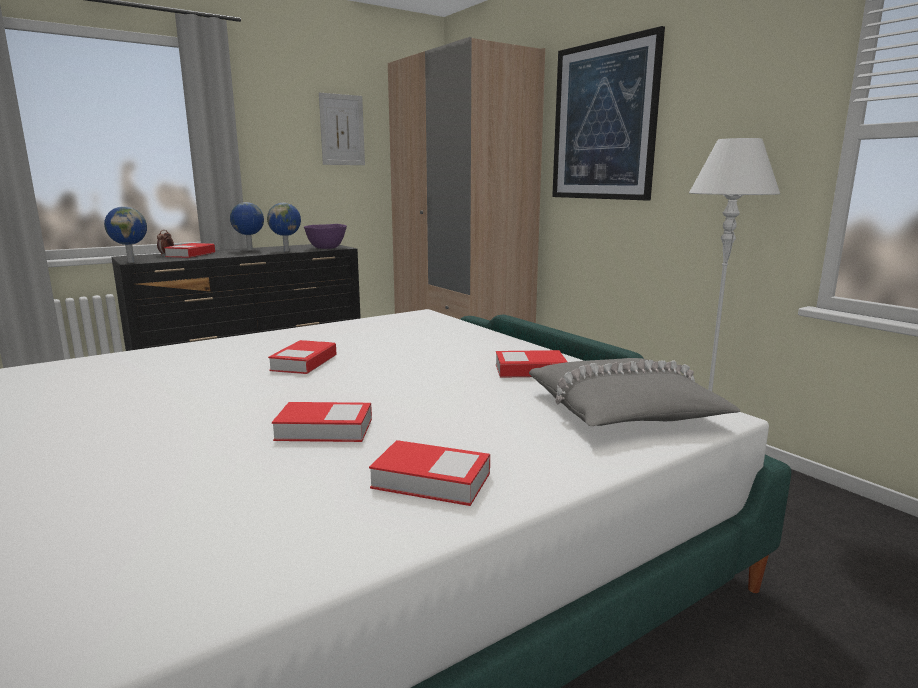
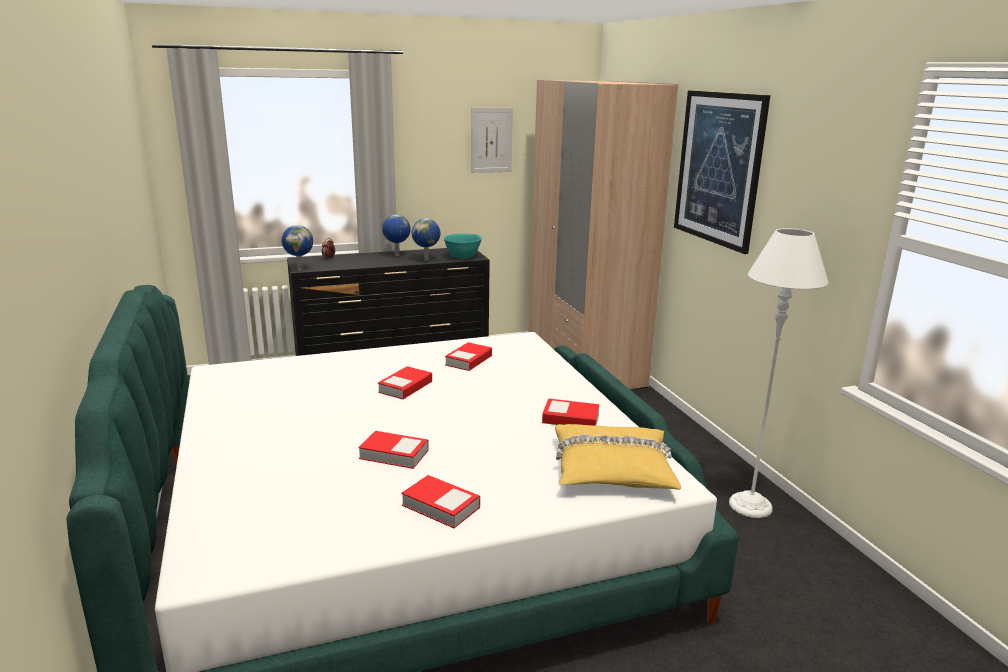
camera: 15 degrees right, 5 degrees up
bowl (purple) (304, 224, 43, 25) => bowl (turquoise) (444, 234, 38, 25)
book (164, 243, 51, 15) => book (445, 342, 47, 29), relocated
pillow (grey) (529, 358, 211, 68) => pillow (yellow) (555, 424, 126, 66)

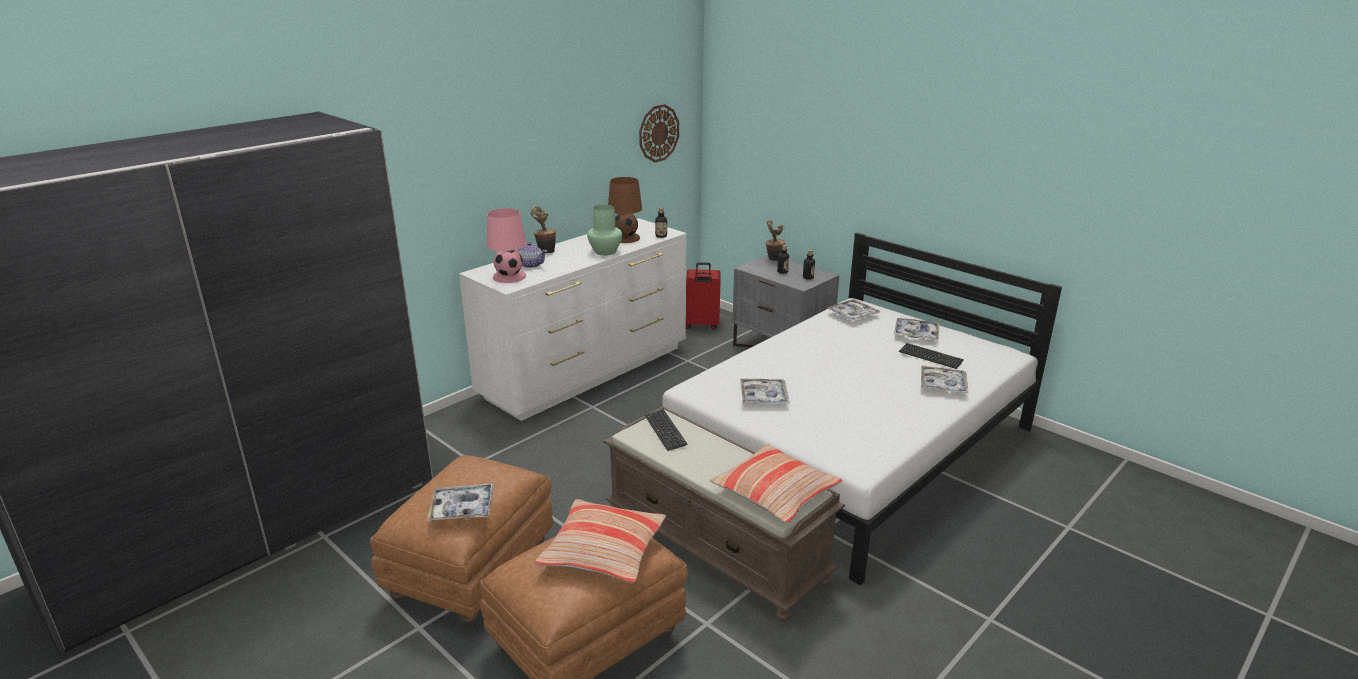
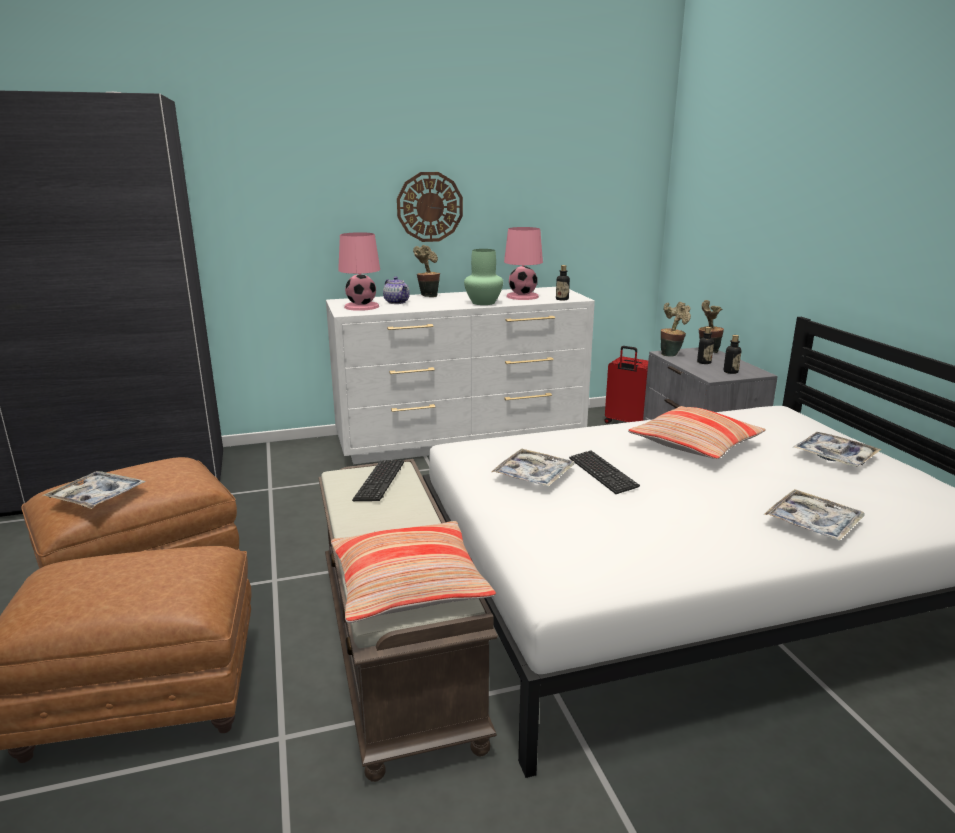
camera: 30 degrees right, 5 degrees down
wall clock (639, 104, 40, 58) => wall clock (397, 172, 66, 70), relocated
table lamp (brown) (608, 177, 34, 66) => table lamp (pink) (504, 227, 39, 73)
tray (826, 299, 54, 22) => nothing
keyboard (899, 343, 65, 26) => keyboard (569, 450, 71, 44), relocated
pillow (535, 499, 131, 84) => pillow (628, 406, 138, 53), relocated
nothing => potted plant (661, 302, 30, 55)

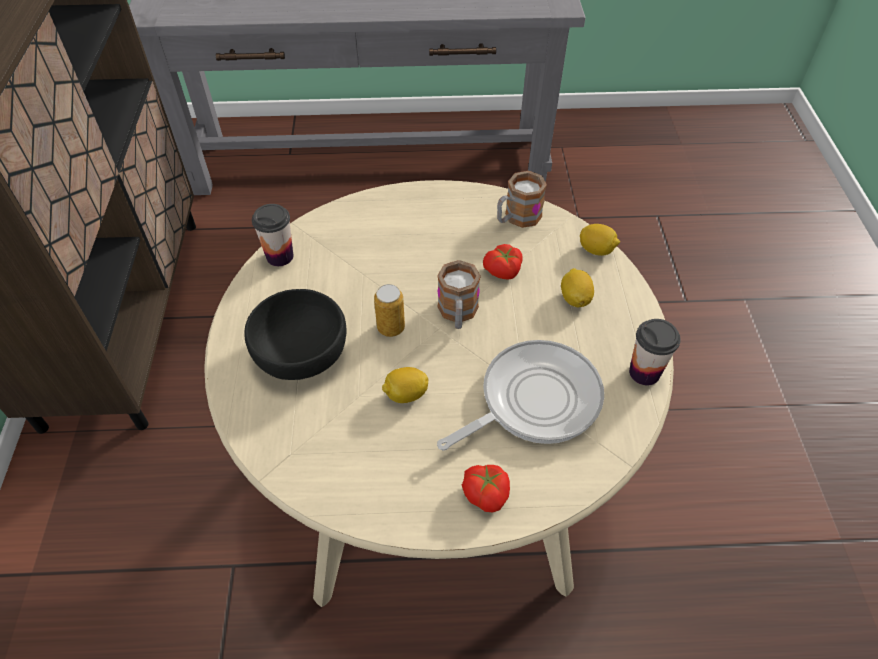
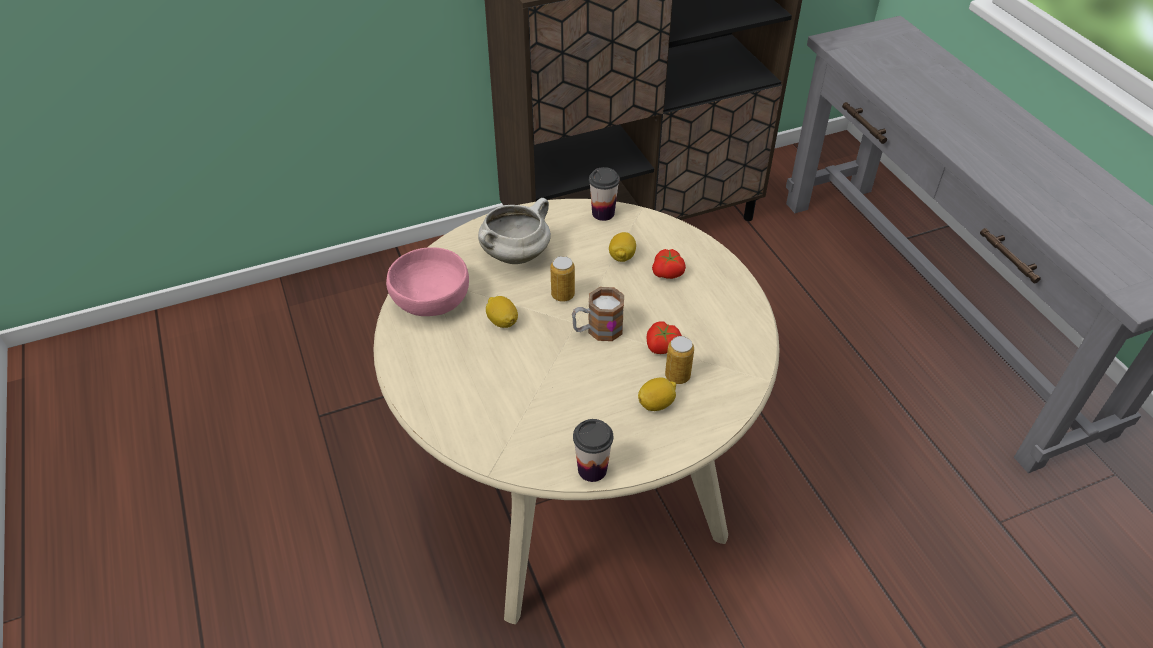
camera: 70 degrees right, 5 degrees down
mug (497, 171, 50, 57) => nothing
lemon (580, 224, 40, 32) => lemon (609, 232, 27, 30), relocated
bowl (black) (244, 289, 103, 91) => cooking pot (white) (478, 198, 73, 66)
frying pan (437, 340, 167, 111) => nothing
tomato (462, 465, 48, 48) => tomato (652, 249, 34, 30), relocated
nothing => bowl (pink) (386, 247, 83, 69)
nothing => can (665, 336, 29, 48)

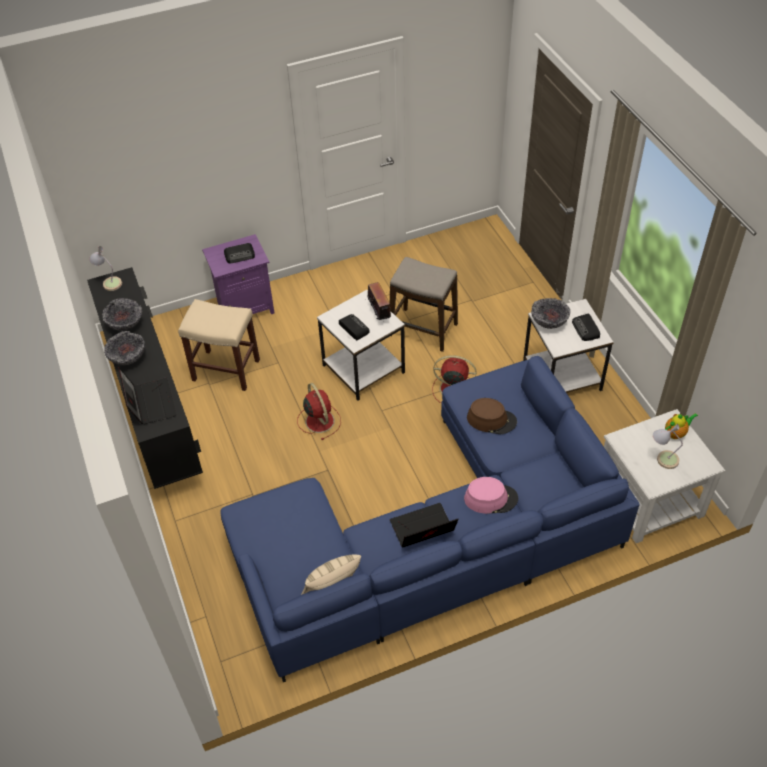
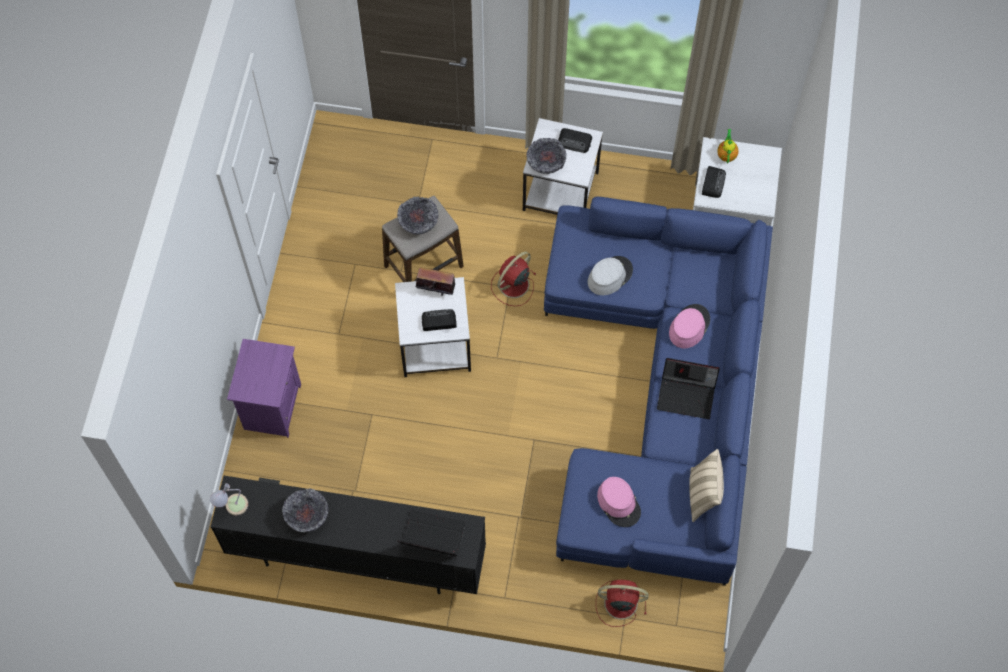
camera: 60 degrees left, 15 degrees up
radio (224, 243, 31, 21) => radio (702, 166, 24, 32), relocated
stool (beige) (178, 299, 82, 92) => nothing
bowl (104, 331, 42, 35) => bowl (397, 197, 41, 37), relocated
fan (red) (297, 383, 44, 57) => fan (red) (596, 579, 52, 48), relocated
hat (brown) (467, 398, 50, 36) => hat (grey) (588, 256, 45, 39)
table lamp (653, 424, 30, 45) => nothing
laptop (390, 503, 68, 45) => laptop (657, 358, 63, 61), 90 degrees counterclockwise
nothing => hat (pink) (597, 477, 44, 50)

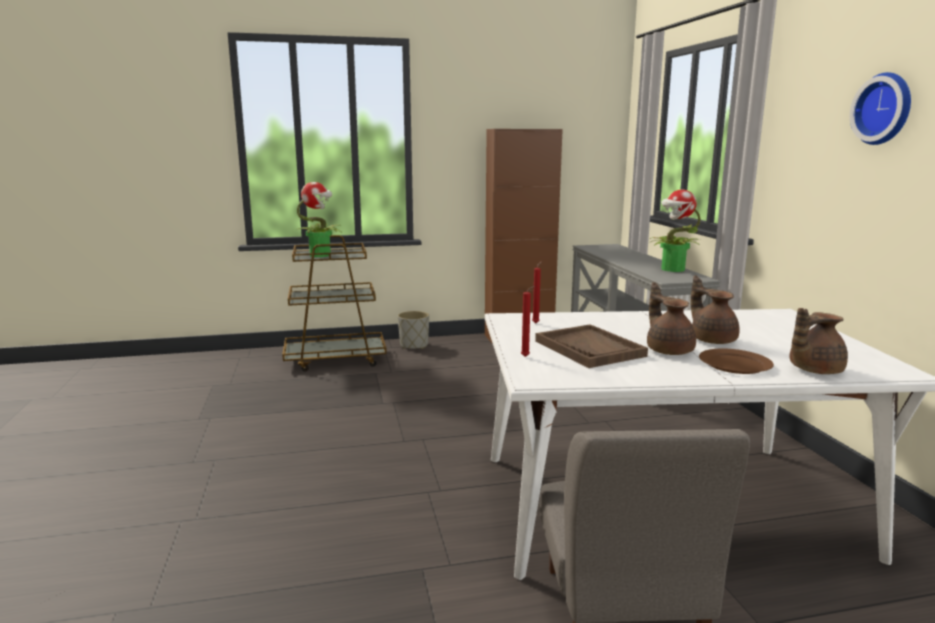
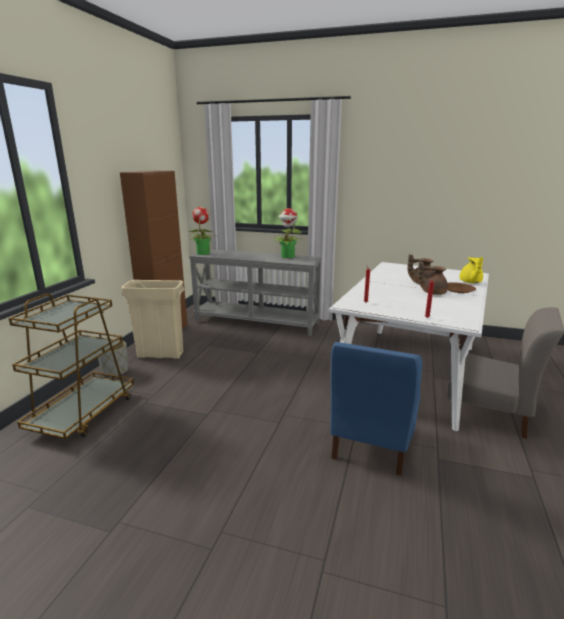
camera: 60 degrees left, 5 degrees up
wall clock (850, 72, 61, 73) => nothing
potted plant (296, 182, 45, 75) => potted plant (188, 207, 29, 48), relocated
teapot (brown) (789, 308, 59, 66) => teapot (yellow) (459, 257, 24, 26)
tray (brown) (535, 324, 113, 44) => nothing
nothing => trash can (beige) (121, 280, 64, 78)
nothing => chair (blue) (330, 342, 92, 134)

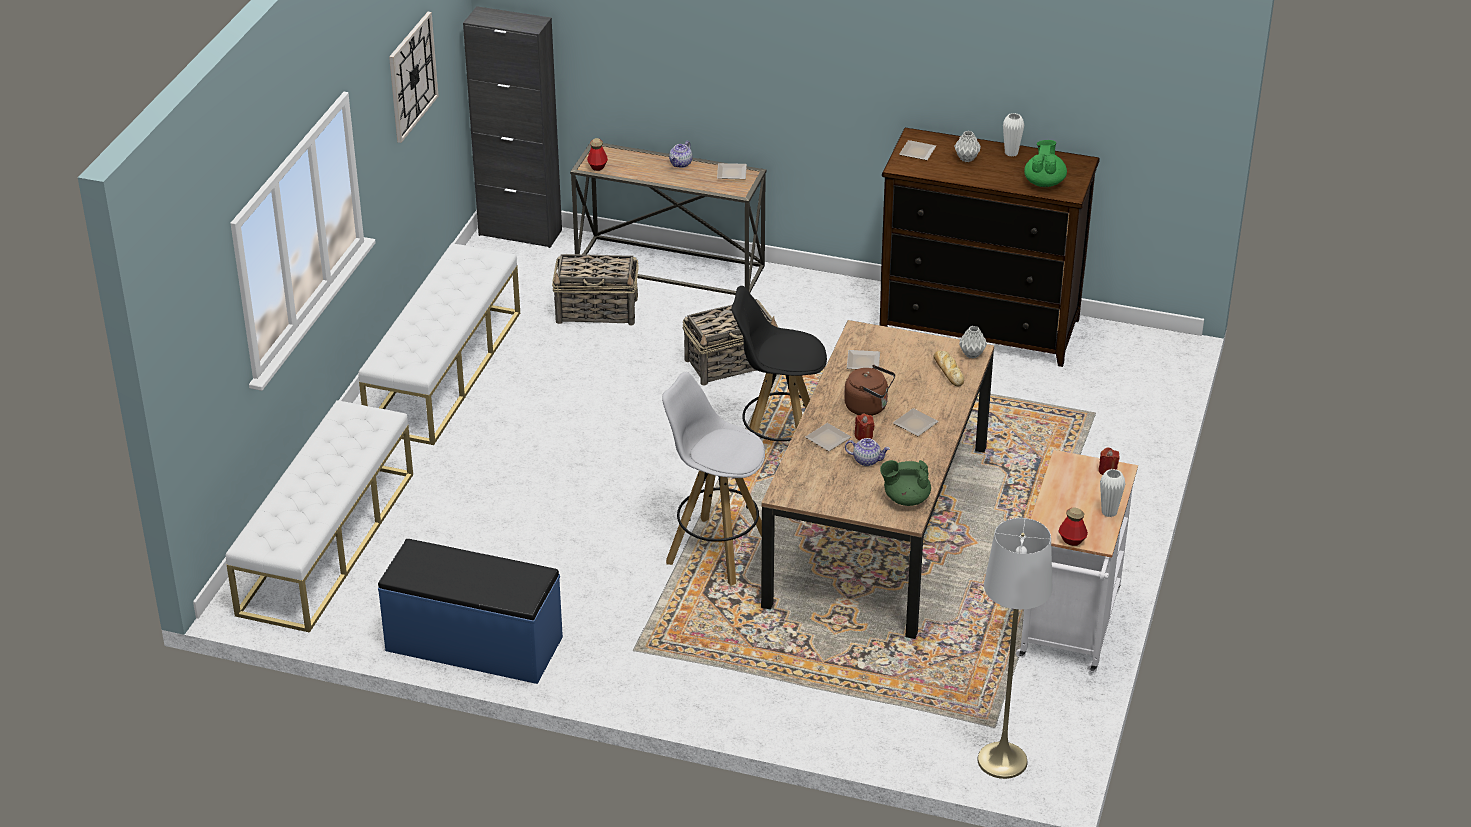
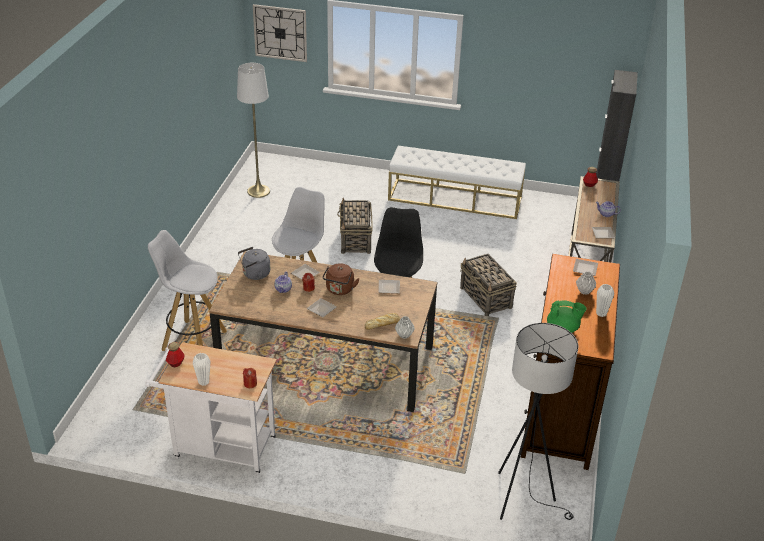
camera: 85 degrees right, 0 degrees up
wall clock (389, 12, 50, 131) => wall clock (253, 4, 54, 58), relocated
basket (552, 254, 87, 72) => basket (337, 198, 36, 56), relocated
bench (white) (226, 400, 187, 233) => nothing
teapot (green) (880, 460, 51, 46) => nothing
floor lamp (white) (977, 518, 75, 261) => floor lamp (white) (237, 63, 33, 135), relocated
bench (blue) (378, 539, 185, 145) => nothing
nothing => stool (white) (148, 230, 79, 121)
nothing => kettle (grey) (238, 247, 32, 33)
nothing => floor lamp (black) (498, 323, 80, 197)

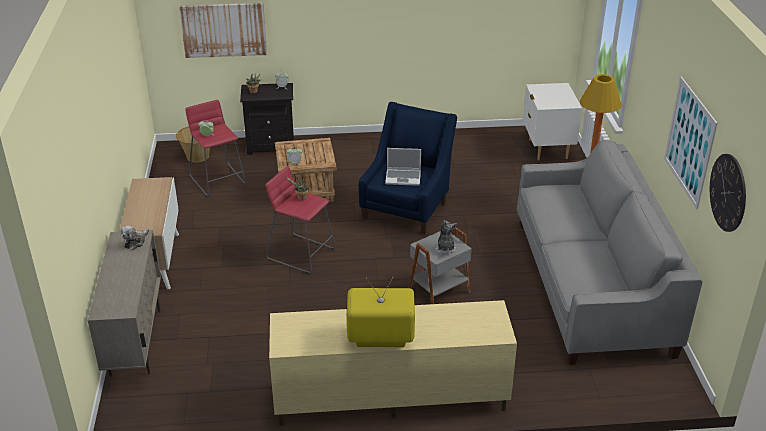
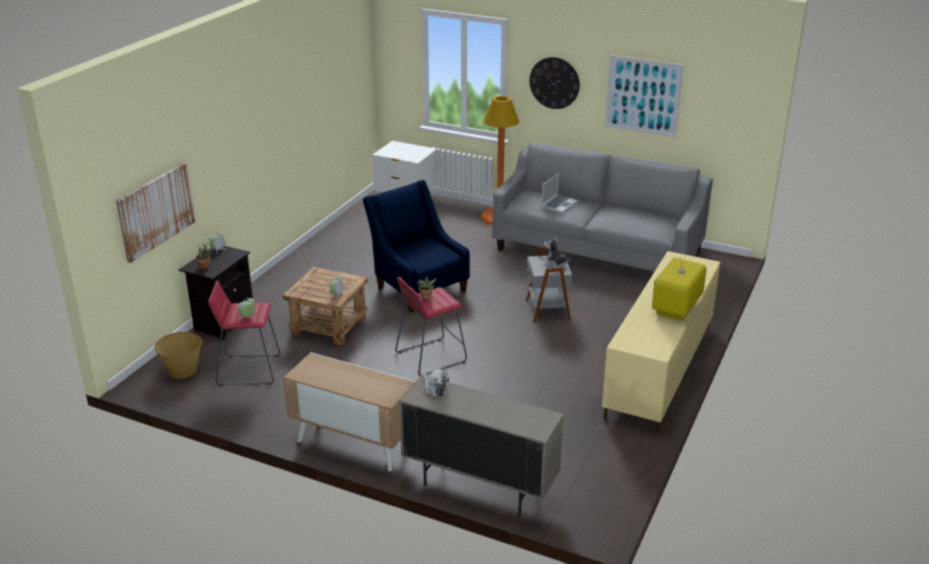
camera: 60 degrees left, 5 degrees down
laptop (385, 148, 36, 38) => laptop (541, 174, 37, 39), relocated
wall clock (710, 154, 36, 78) => wall clock (529, 57, 51, 52), relocated

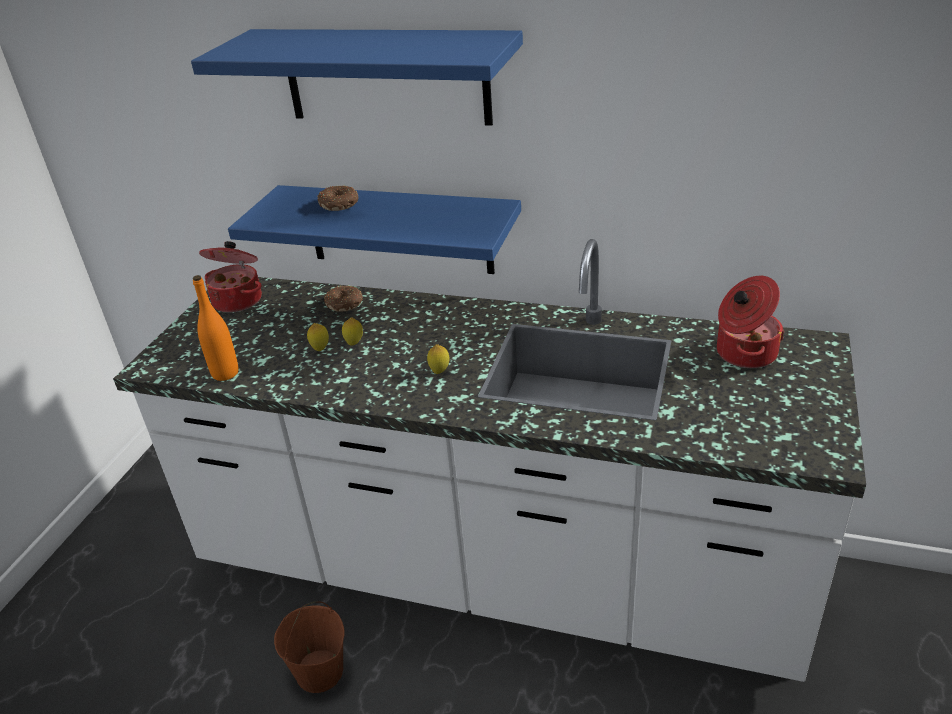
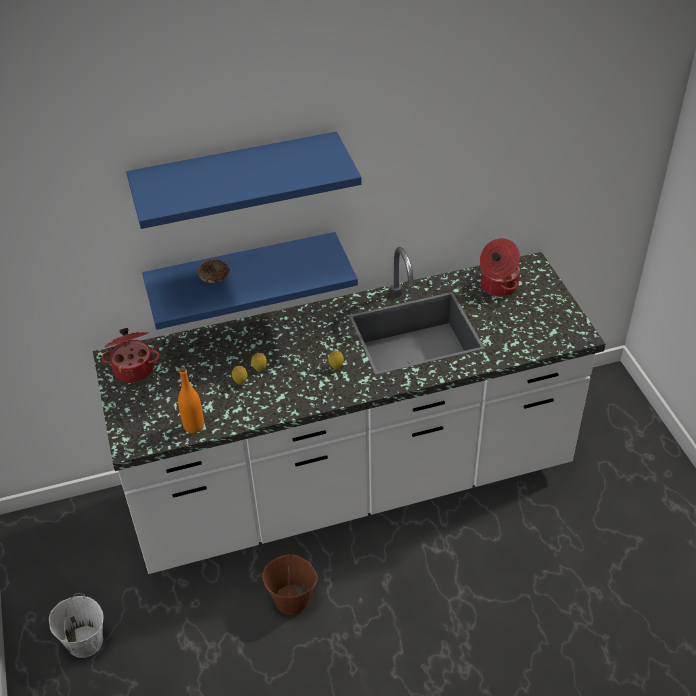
camera: 35 degrees left, 10 degrees up
donut (324, 285, 39, 27) => nothing
nothing => bucket (white) (49, 593, 55, 65)

